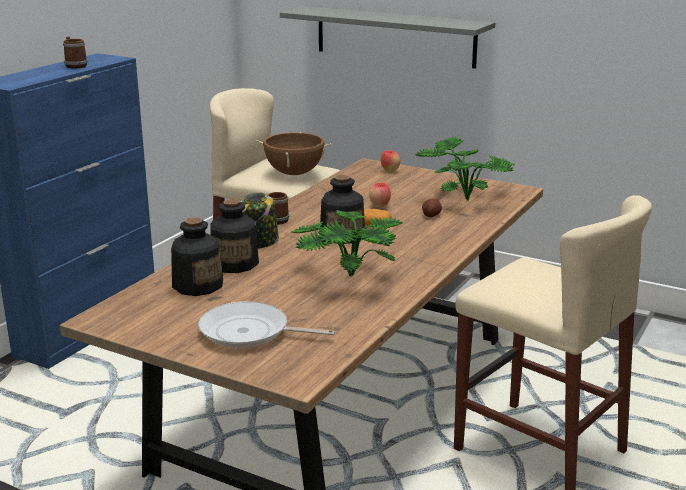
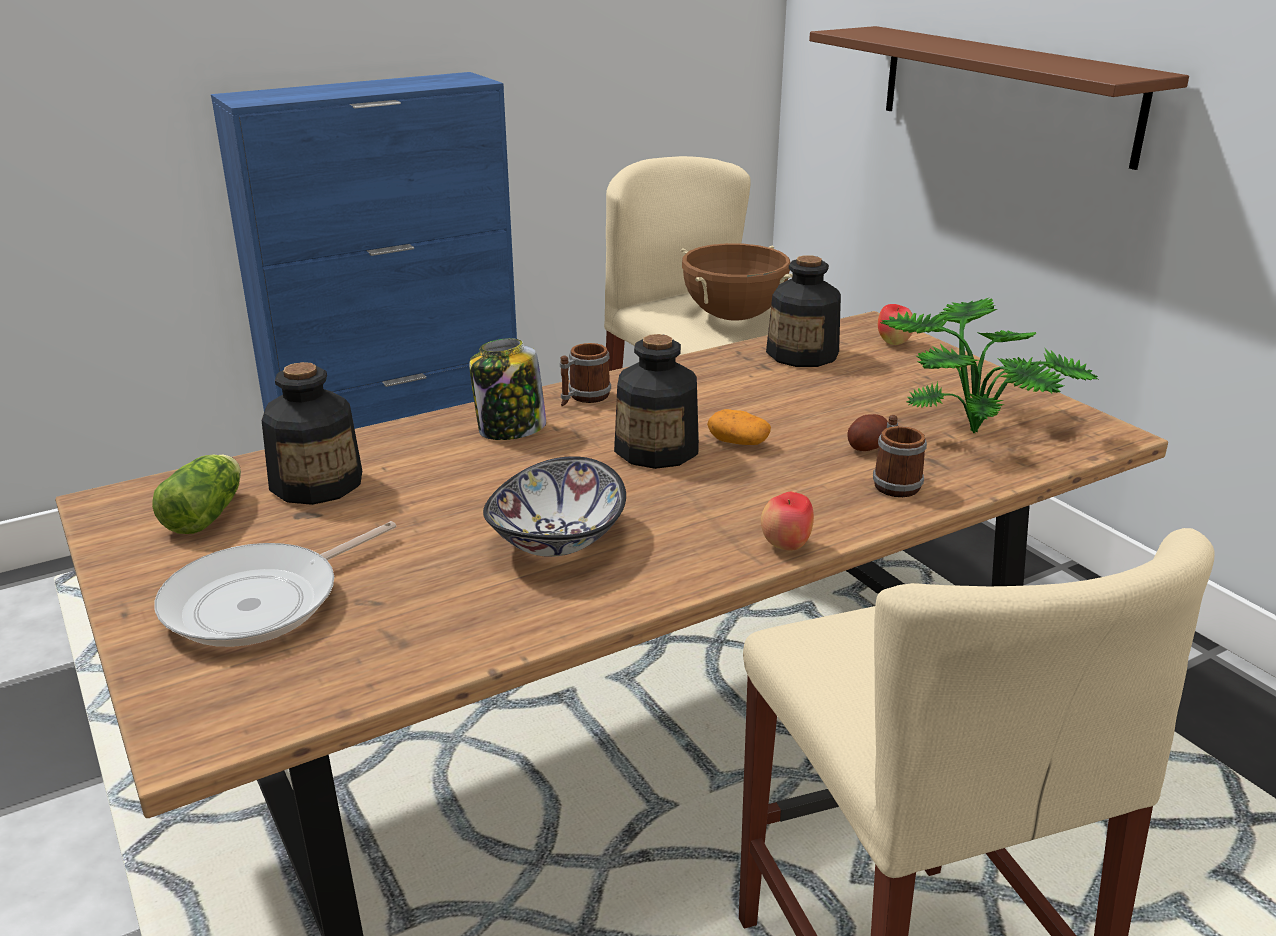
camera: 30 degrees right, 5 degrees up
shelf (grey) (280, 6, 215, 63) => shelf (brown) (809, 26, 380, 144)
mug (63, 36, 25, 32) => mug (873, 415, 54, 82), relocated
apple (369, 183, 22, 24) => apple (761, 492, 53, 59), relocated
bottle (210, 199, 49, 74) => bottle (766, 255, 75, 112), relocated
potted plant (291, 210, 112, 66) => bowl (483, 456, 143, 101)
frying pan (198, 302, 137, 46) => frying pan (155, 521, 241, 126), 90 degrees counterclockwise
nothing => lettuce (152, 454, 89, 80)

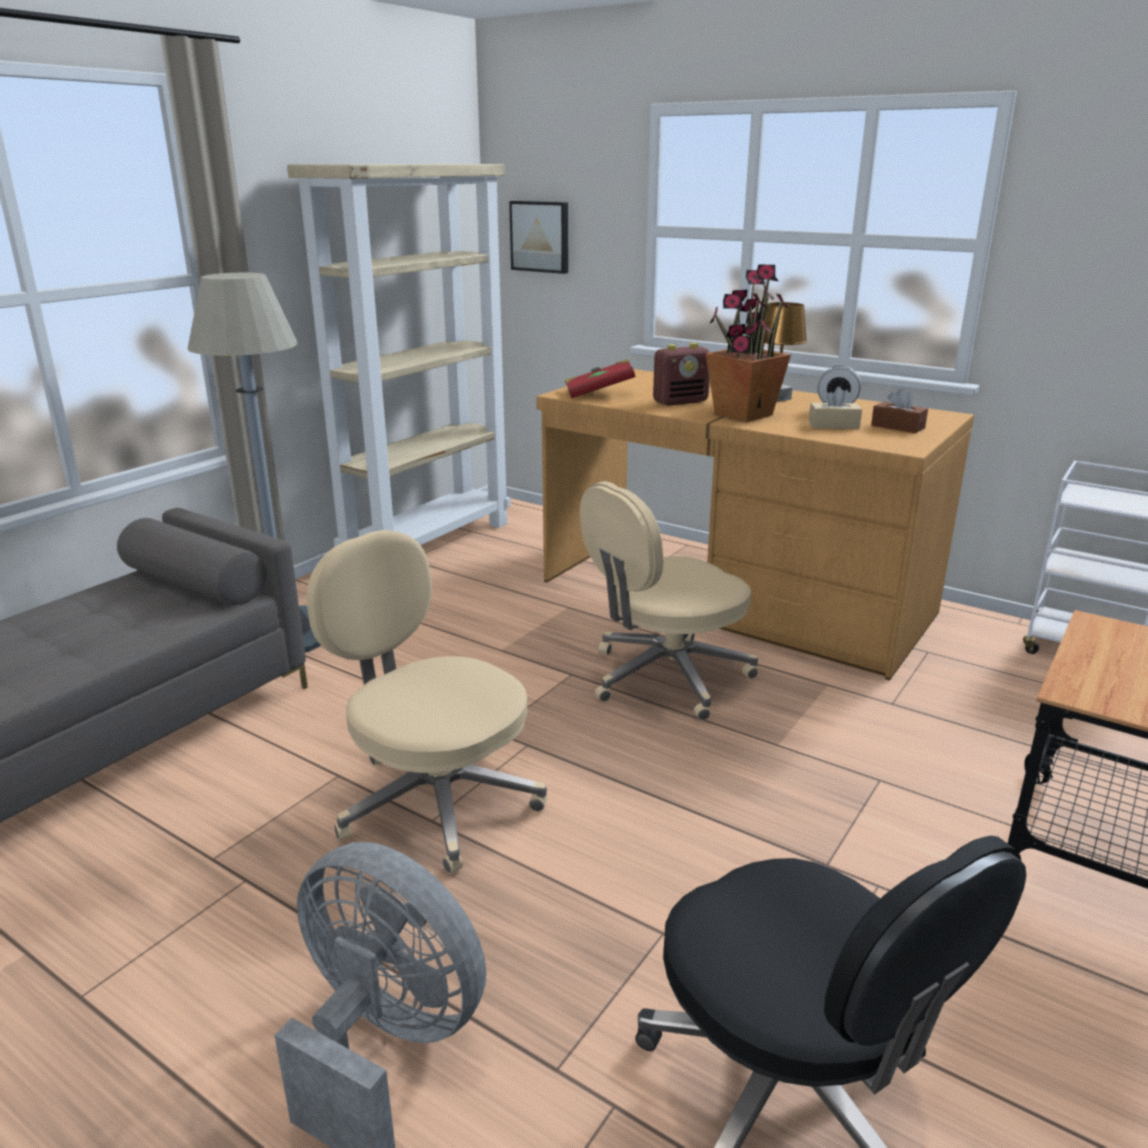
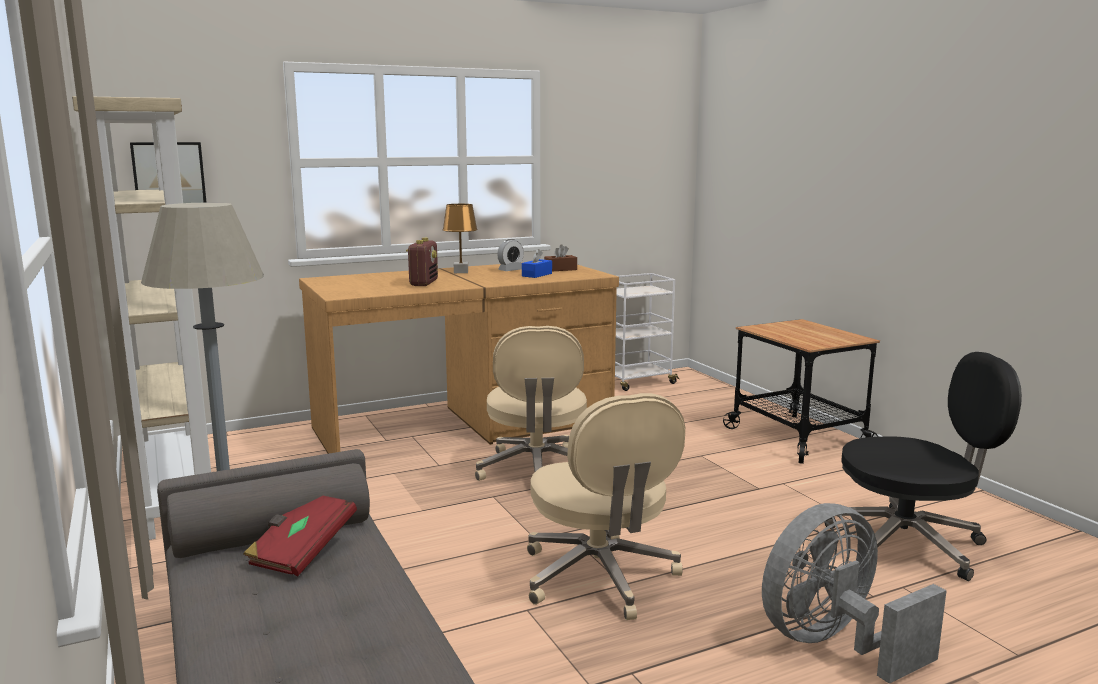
camera: 60 degrees left, 10 degrees down
potted plant (705, 264, 86, 158) => nothing
book (red) (565, 359, 70, 39) => book (red) (243, 496, 114, 80), relocated
tissue box (beige) (809, 387, 53, 42) => tissue box (blue) (522, 249, 30, 29)
office chair (beige) (307, 530, 240, 344) => office chair (beige) (527, 393, 158, 227), 90 degrees counterclockwise

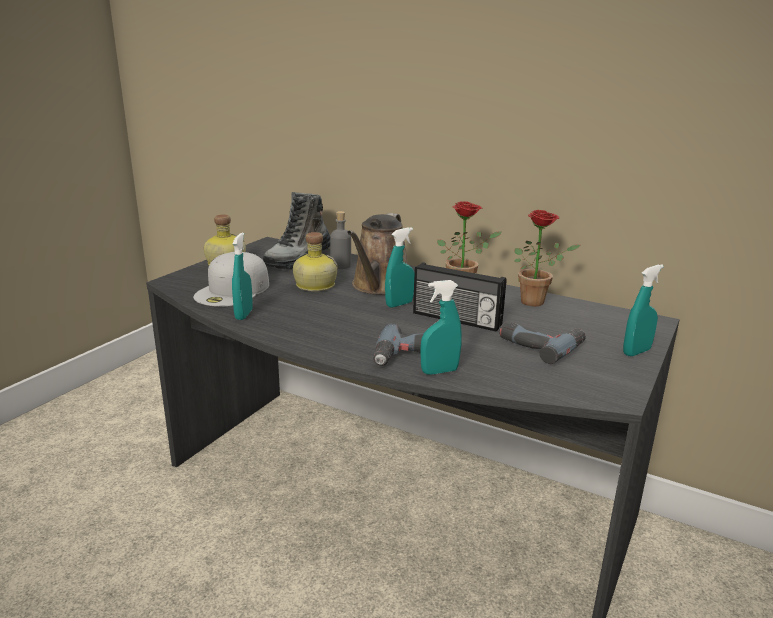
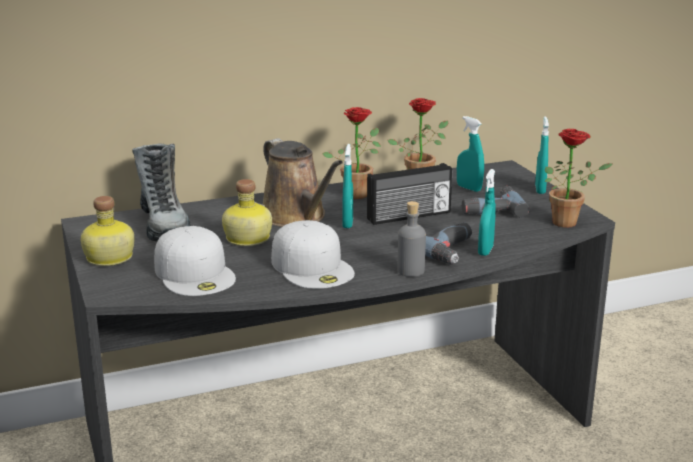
camera: 50 degrees left, 0 degrees up
bottle (grey) (330, 211, 21, 58) => bottle (grey) (397, 201, 29, 76), relocated
spray bottle (turquoise) (232, 233, 21, 87) => spray bottle (turquoise) (457, 116, 27, 76), relocated
nothing => potted plant (545, 129, 67, 99)
nothing => cap (white) (271, 220, 84, 69)

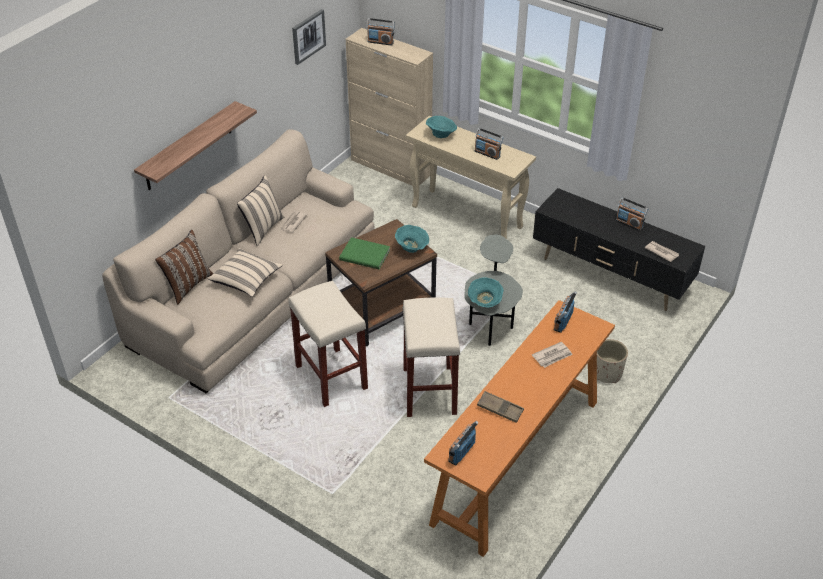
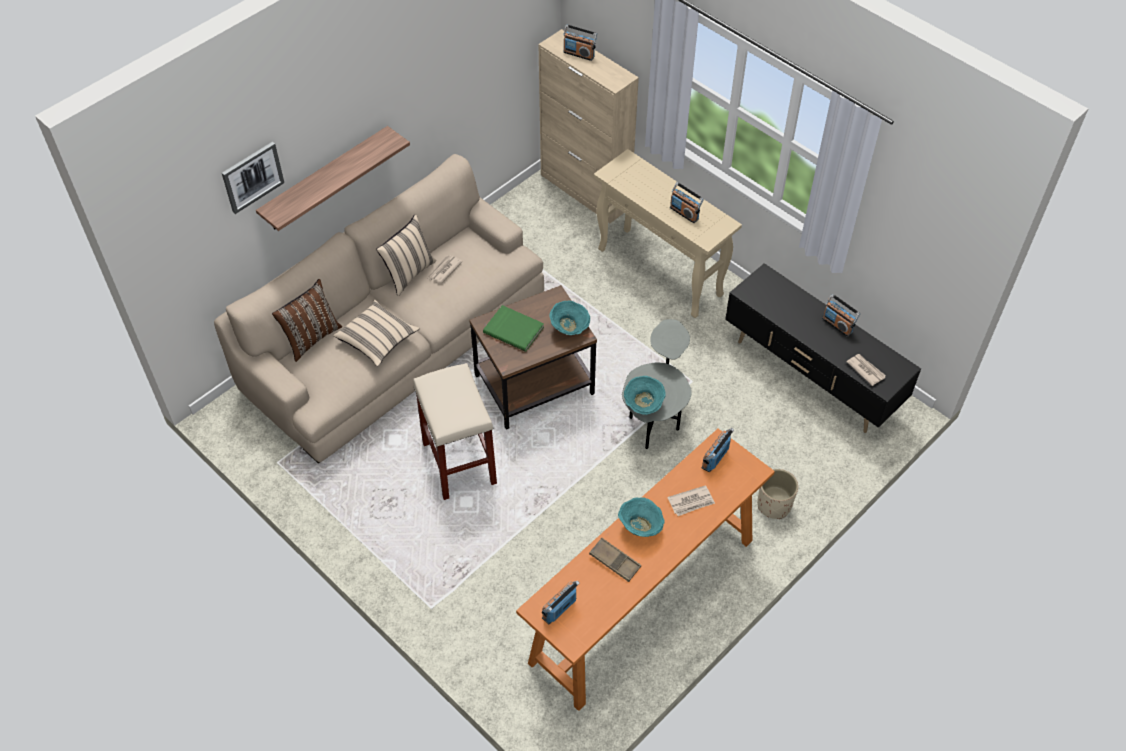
camera: 10 degrees right, 10 degrees up
picture (292, 9, 34, 56) => picture (222, 142, 62, 72), relocated
bowl (turquoise) (426, 116, 31, 22) => bowl (turquoise) (618, 497, 47, 40), relocated
stool (beige) (403, 297, 57, 120) => nothing

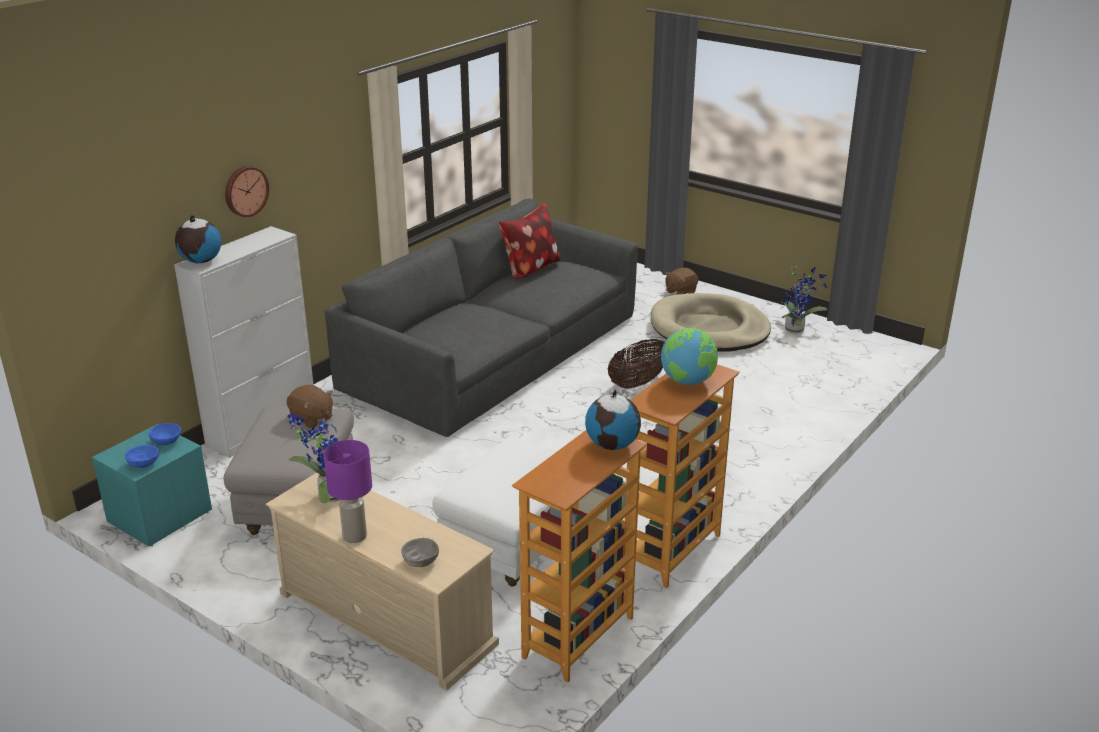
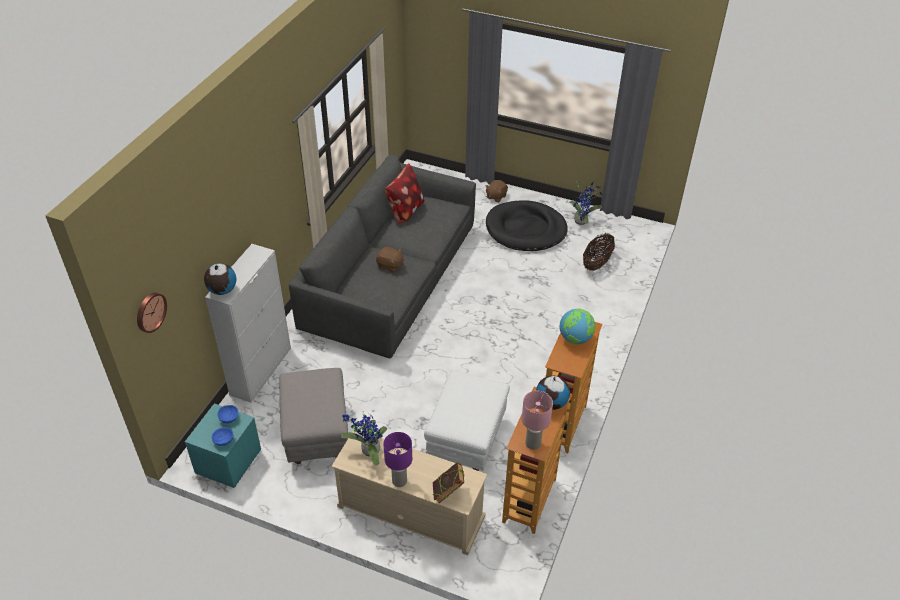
camera: 15 degrees left, 15 degrees up
wall clock (225, 166, 44, 51) => wall clock (137, 293, 30, 40), relocated
dog bed (beige) (651, 293, 120, 59) => dog bed (black) (486, 200, 82, 51)
basket (608, 339, 57, 50) => basket (583, 233, 32, 38), relocated
plush toy (brown) (287, 385, 46, 43) => plush toy (brown) (376, 247, 28, 26), relocated
bowl (grey) (401, 538, 38, 29) => book (433, 462, 31, 41)
nothing => table lamp (pink) (522, 391, 31, 59)

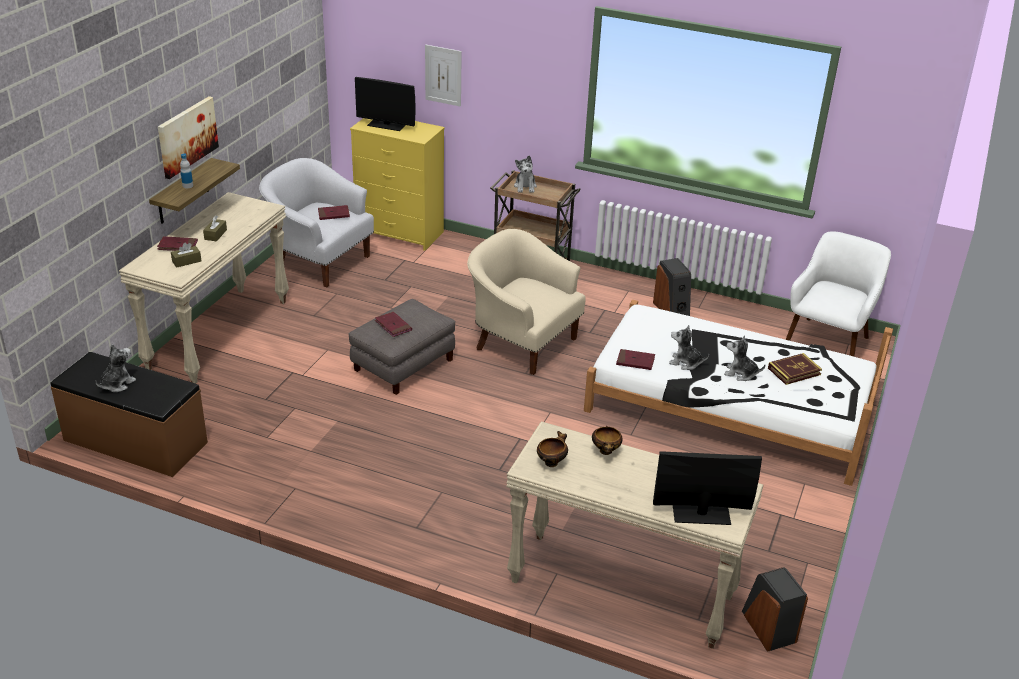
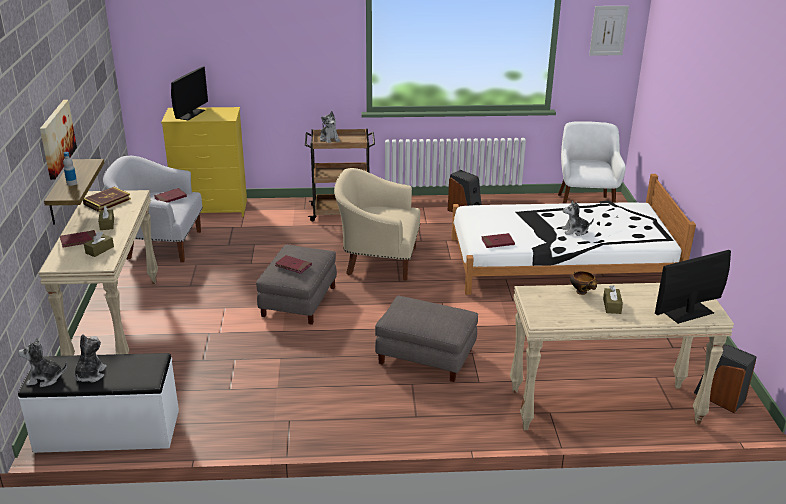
camera: 25 degrees left, 5 degrees down
picture (425, 45, 37, 62) => picture (589, 6, 40, 50), relocated
monitor (355, 77, 61, 54) => monitor (171, 67, 37, 53), 60 degrees counterclockwise
plush toy (669, 325, 40, 45) => plush toy (18, 338, 49, 49), relocated
bench (brown) (51, 352, 157, 125) => bench (white) (18, 353, 161, 100)
book (768, 353, 54, 32) => book (83, 187, 48, 25), relocated
bowl (537, 431, 31, 36) => nothing
nothing => tissue box (brown) (603, 285, 20, 29)
nothing => ottoman (grey) (375, 296, 103, 86)

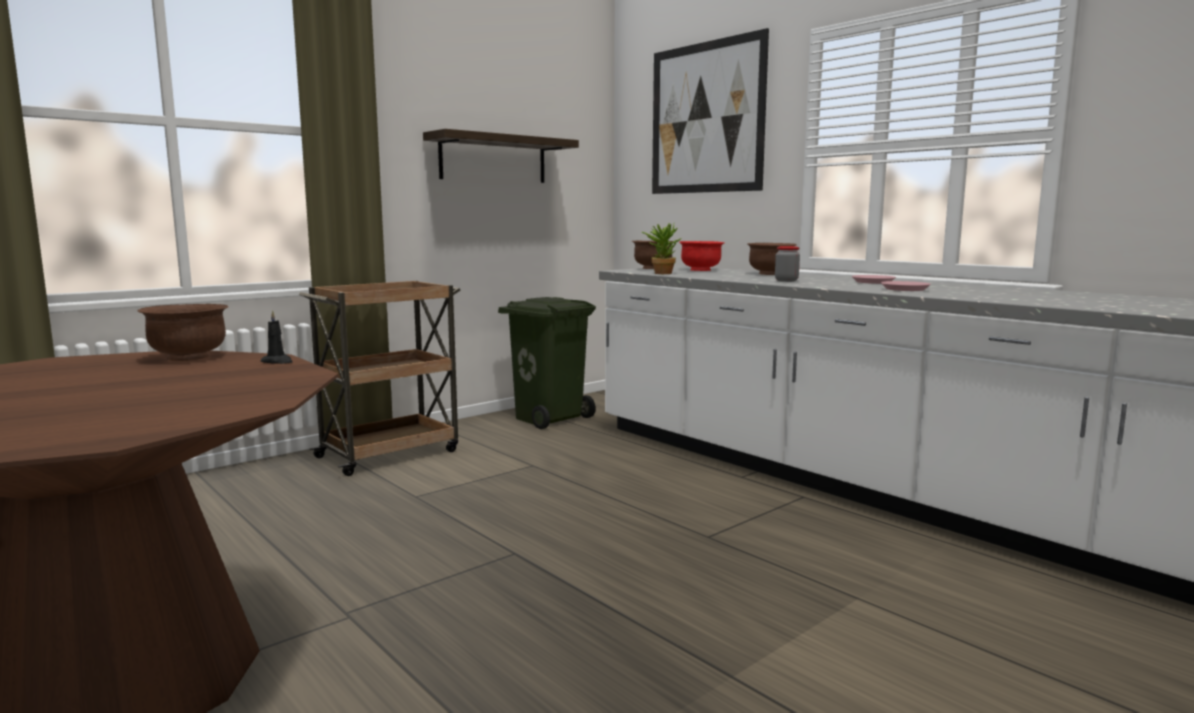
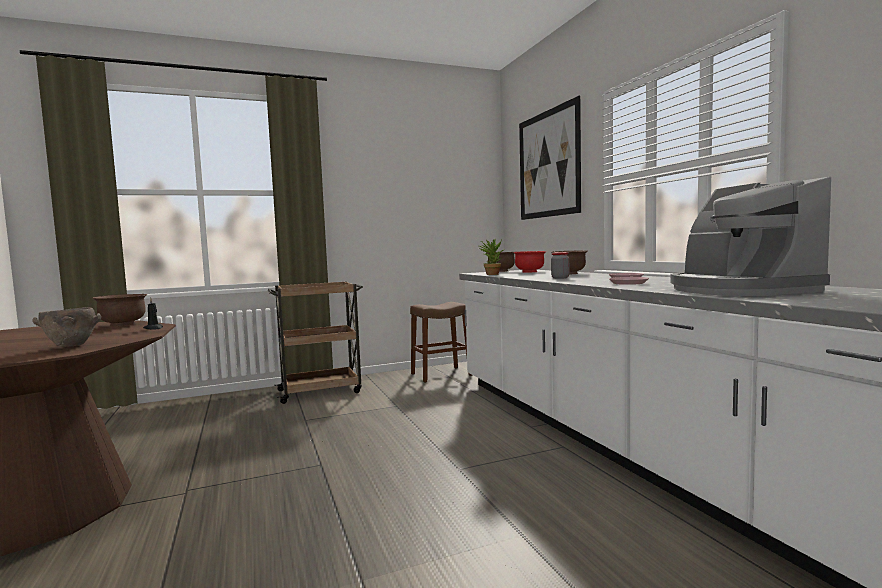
camera: 20 degrees right, 5 degrees down
shelf (423, 129, 156, 54) => nothing
trash can (green) (498, 297, 98, 132) => stool (brown) (410, 302, 62, 81)
nothing => coffee machine (670, 177, 161, 119)
nothing => bowl (brown) (32, 307, 69, 40)

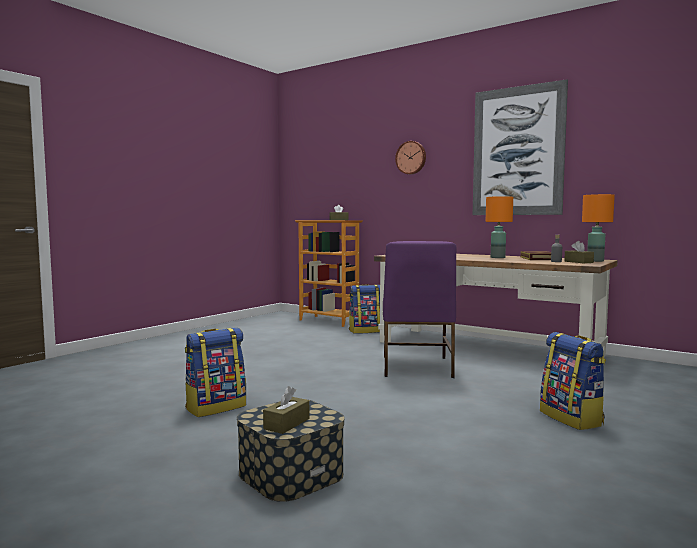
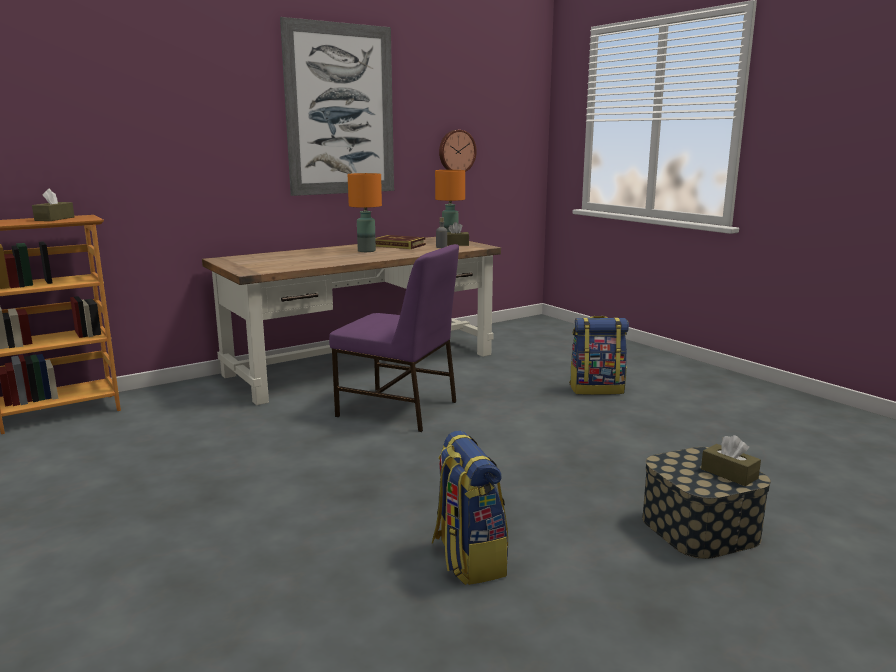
camera: 70 degrees left, 10 degrees up
wall clock (395, 141, 31, 34) => wall clock (439, 130, 38, 42), relocated
backpack (349, 284, 31, 50) => nothing

